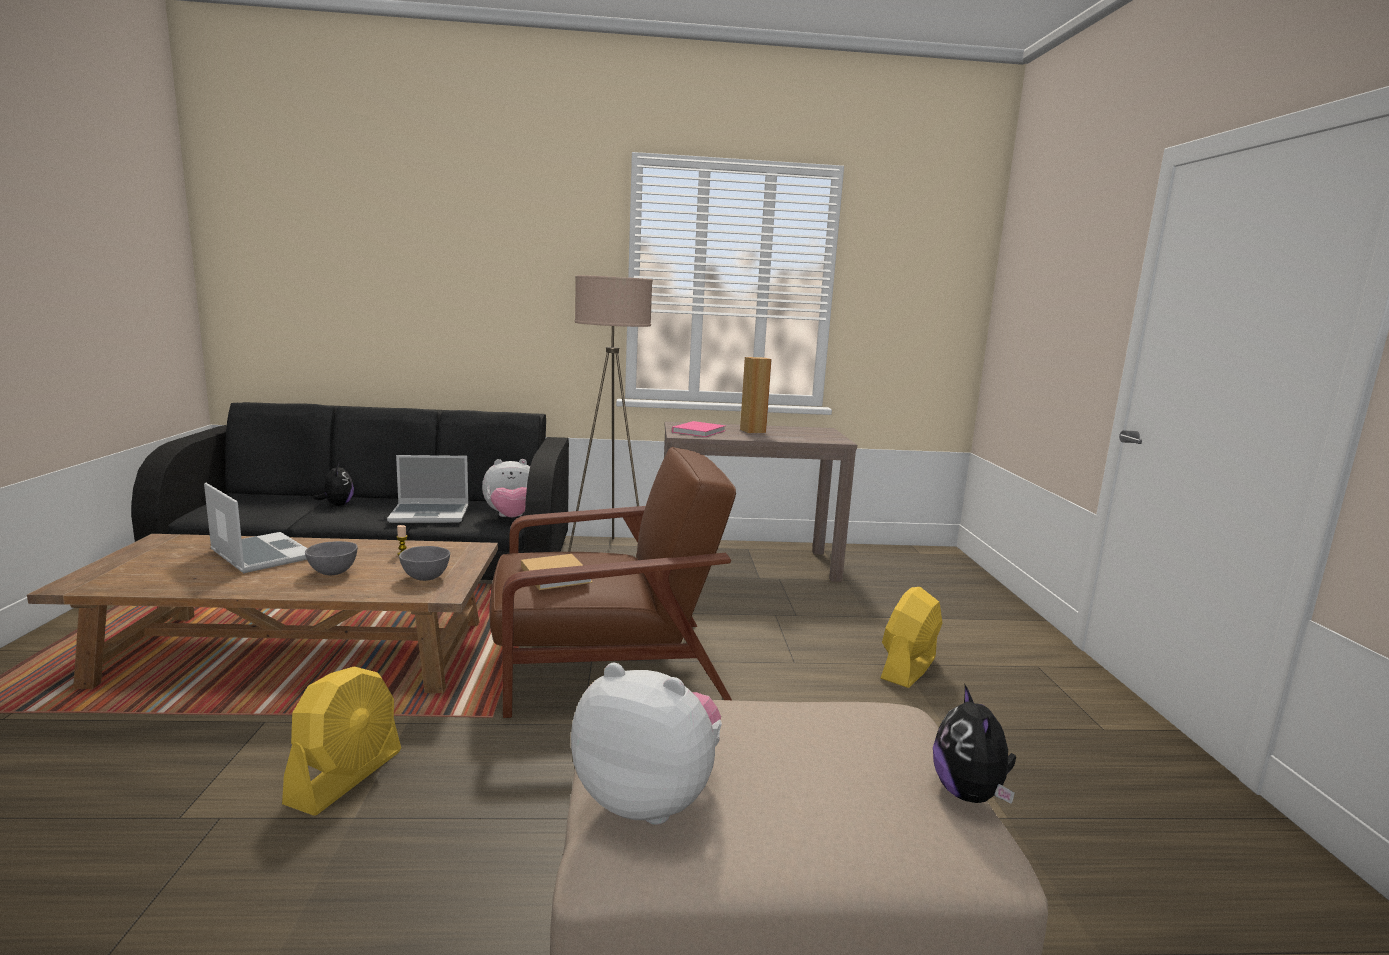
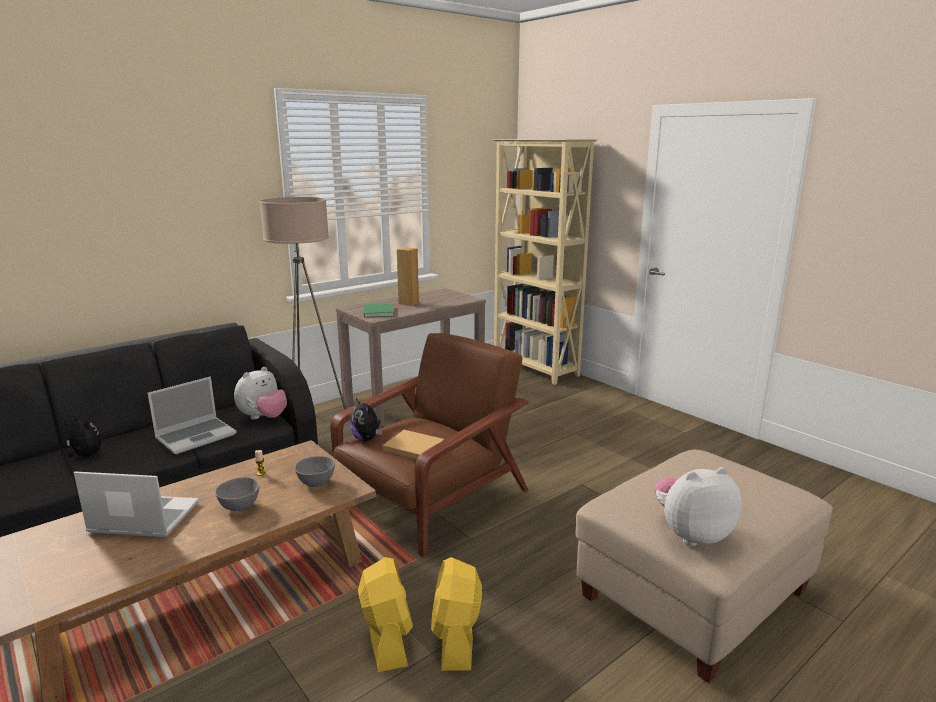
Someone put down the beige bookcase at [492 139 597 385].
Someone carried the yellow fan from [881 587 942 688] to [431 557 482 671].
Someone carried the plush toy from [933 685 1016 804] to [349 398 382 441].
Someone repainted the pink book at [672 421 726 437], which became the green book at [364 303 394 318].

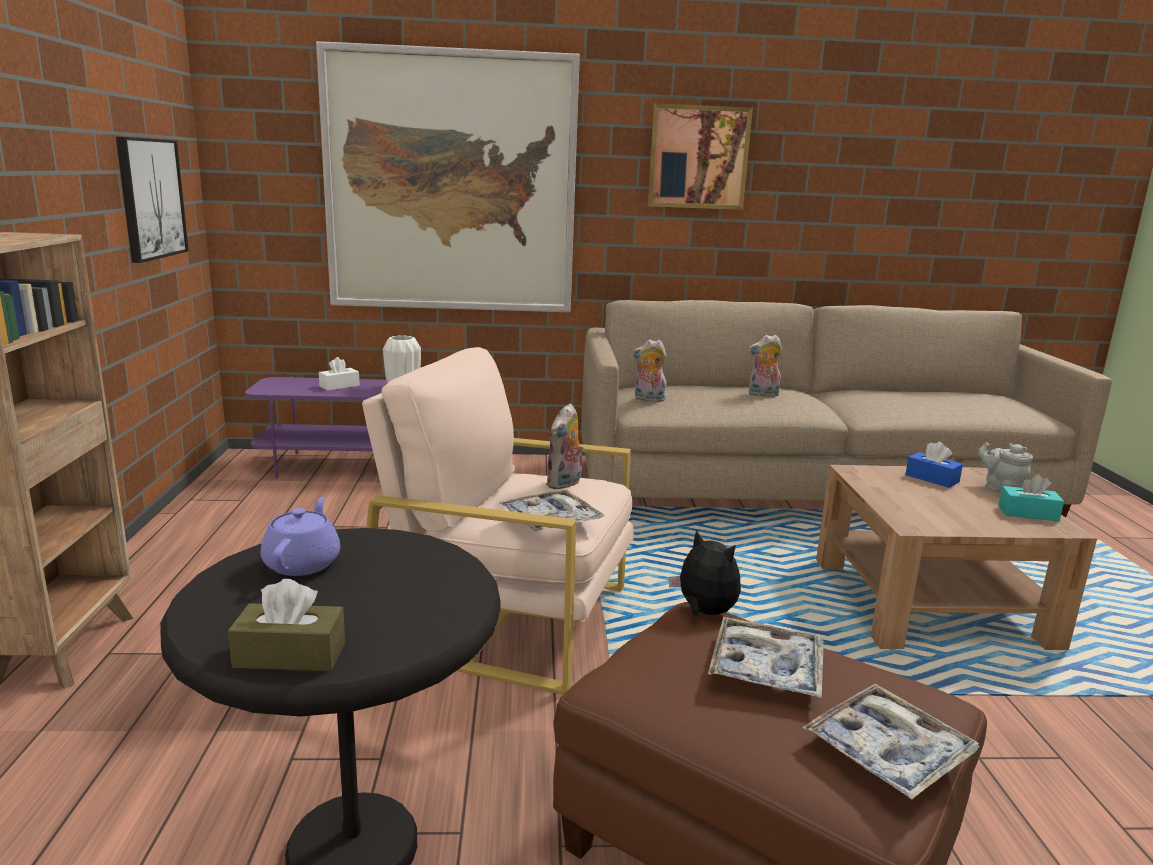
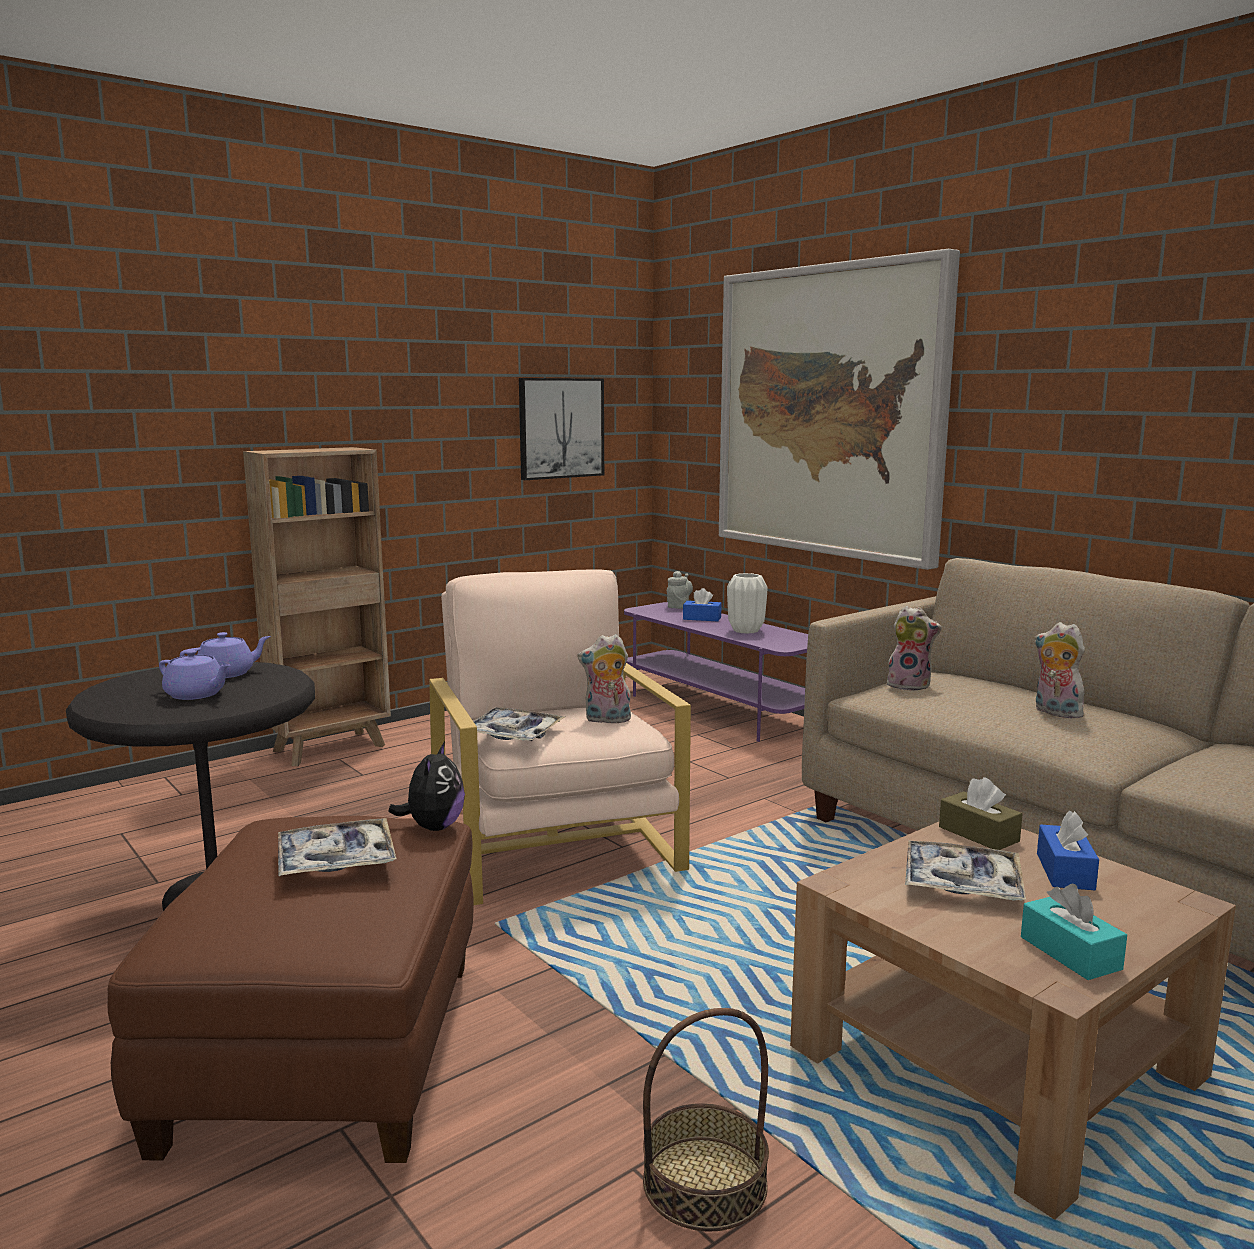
Someone took away the picture at [648 103 753 210].
Someone put down the purple teapot at [159 650 230 700].
Someone put down the basket at [643 1008 769 1231].
Someone carried the brown tissue box from [228 579 345 671] to [939 777 1022 850].
Someone carried the tray from [803 684 979 800] to [905 841 1026 901].
Someone carried the grey teapot from [978 442 1033 493] to [667 571 693 609].
Someone repainted the white tissue box at [319 357 360 391], which became the blue tissue box at [683 588 722 621].
Someone rotated the plush toy at [632 339 668 402] by 135 degrees clockwise.

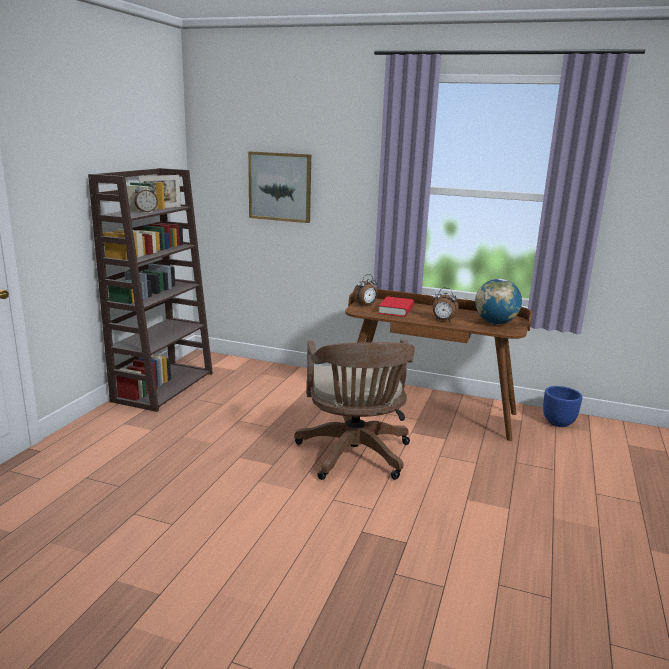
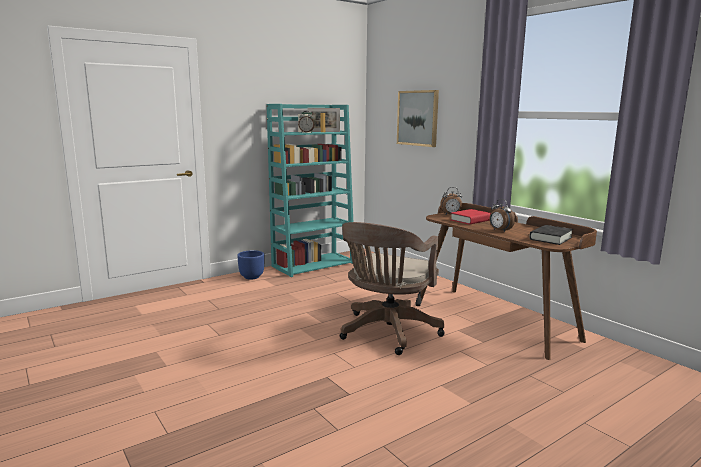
Someone carried the blue planter from [543 386 582 427] to [237 250 265 280].
Someone swapped the globe at [475 279 522 324] for the black book at [529 225 573 245].
Someone repainted the brown bookcase at [88 168 213 412], which became the turquoise bookcase at [267 104 353 277].

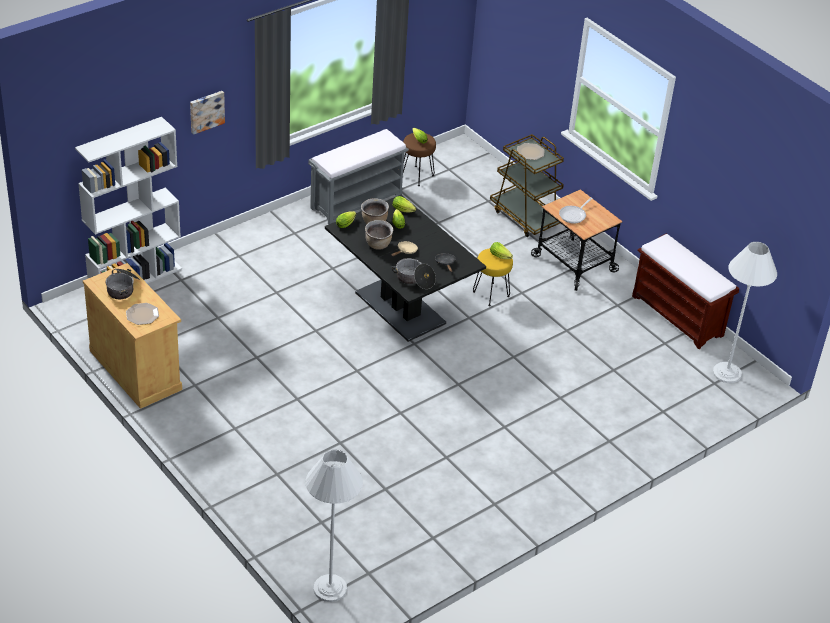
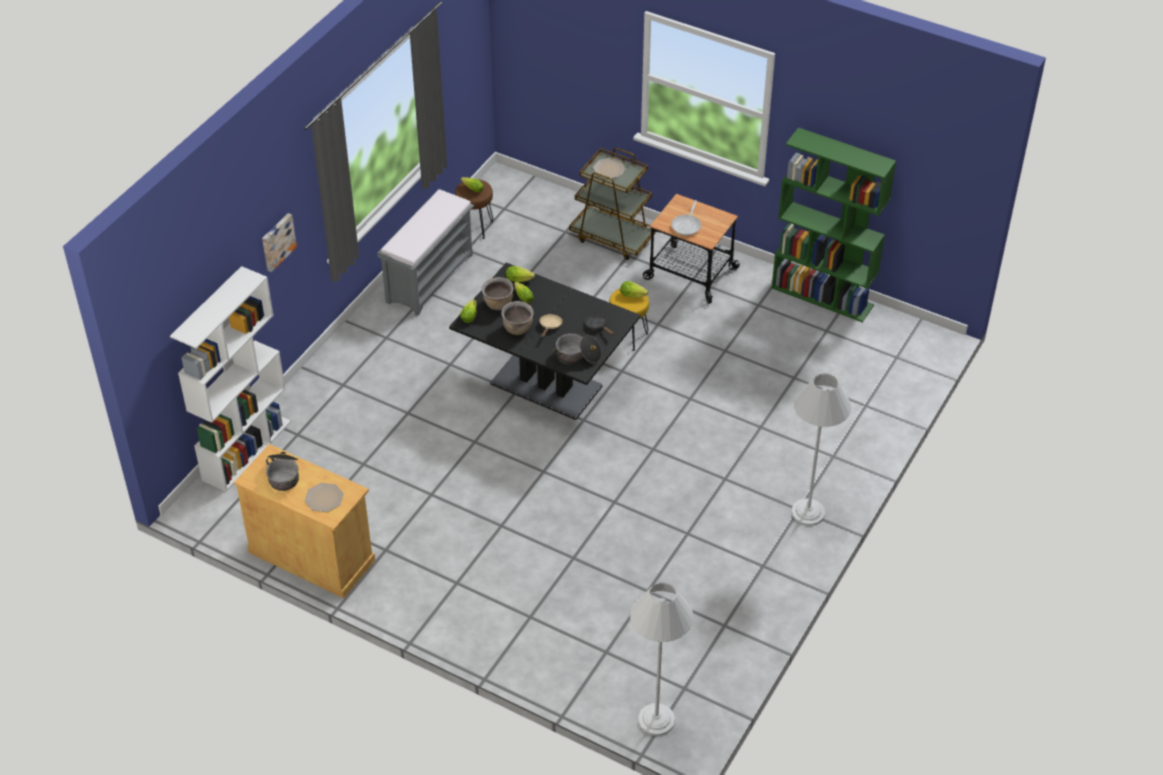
Someone carried the white floor lamp from [713 242 777 383] to [791 373 851 526].
Someone swapped the brown bench at [632 234 739 349] for the green bookcase at [771 127 896 322].

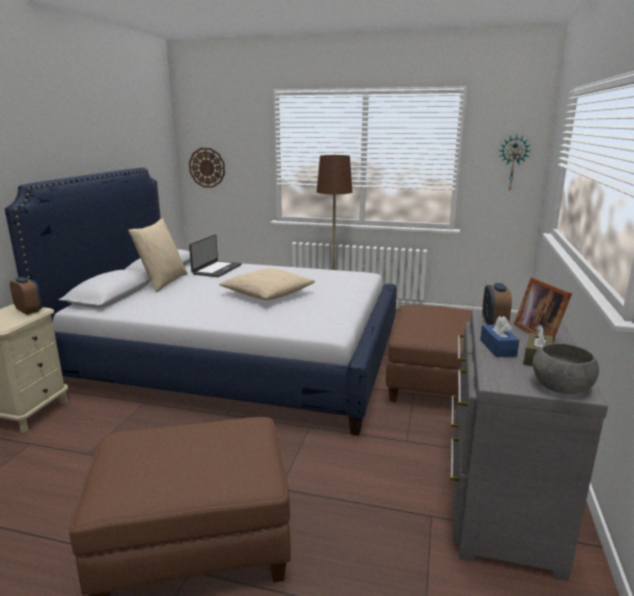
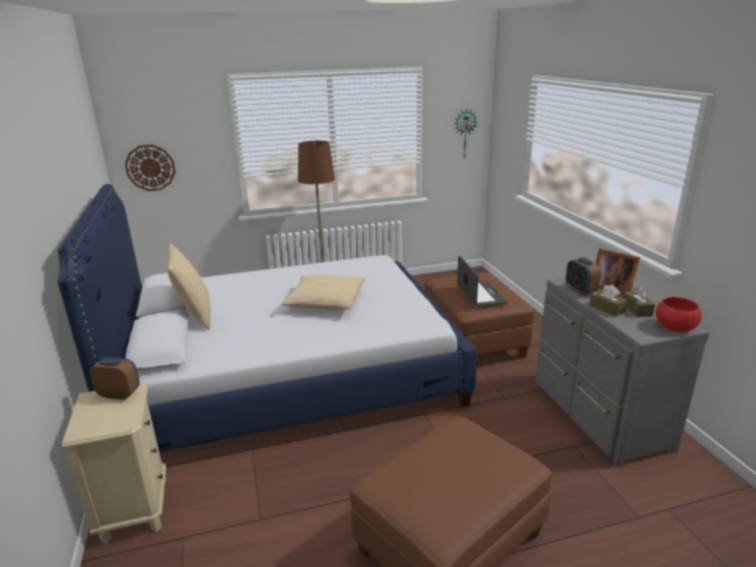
Someone carried the laptop from [189 234 242 277] to [457 256 507 307].
Someone repainted the blue tissue box at [480 316 519 357], which became the brown tissue box at [590 285 628 316].
Someone repainted the grey bowl at [532 343 599 394], which became the red bowl at [656 297 702 332].

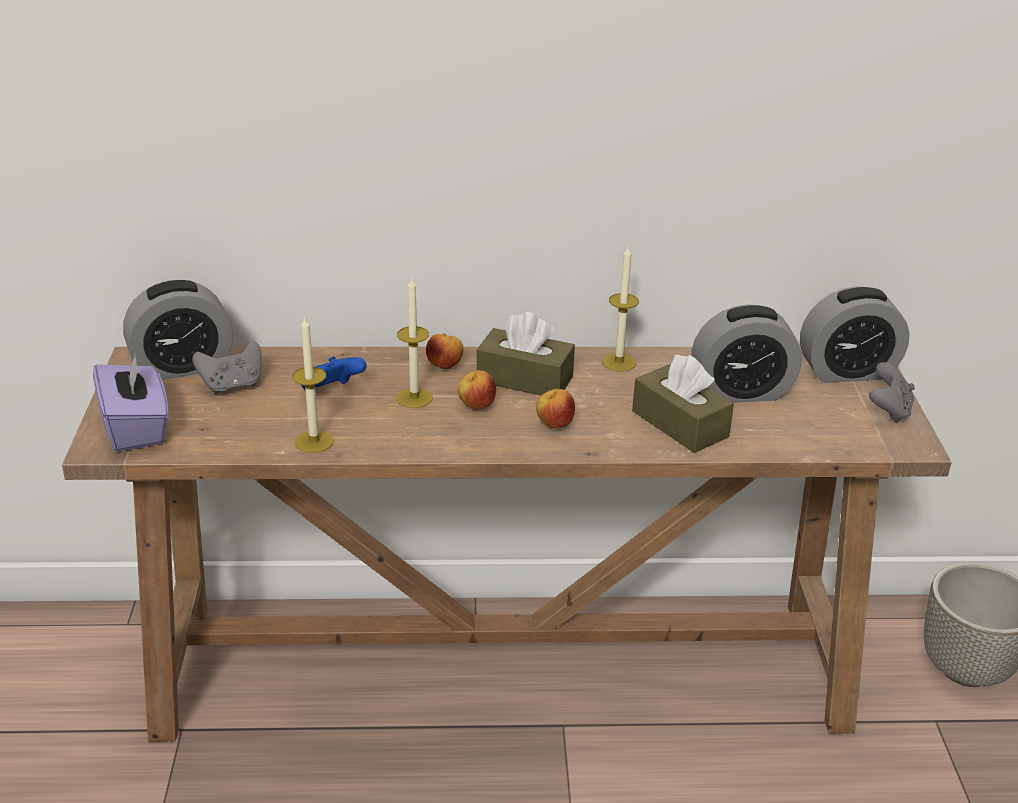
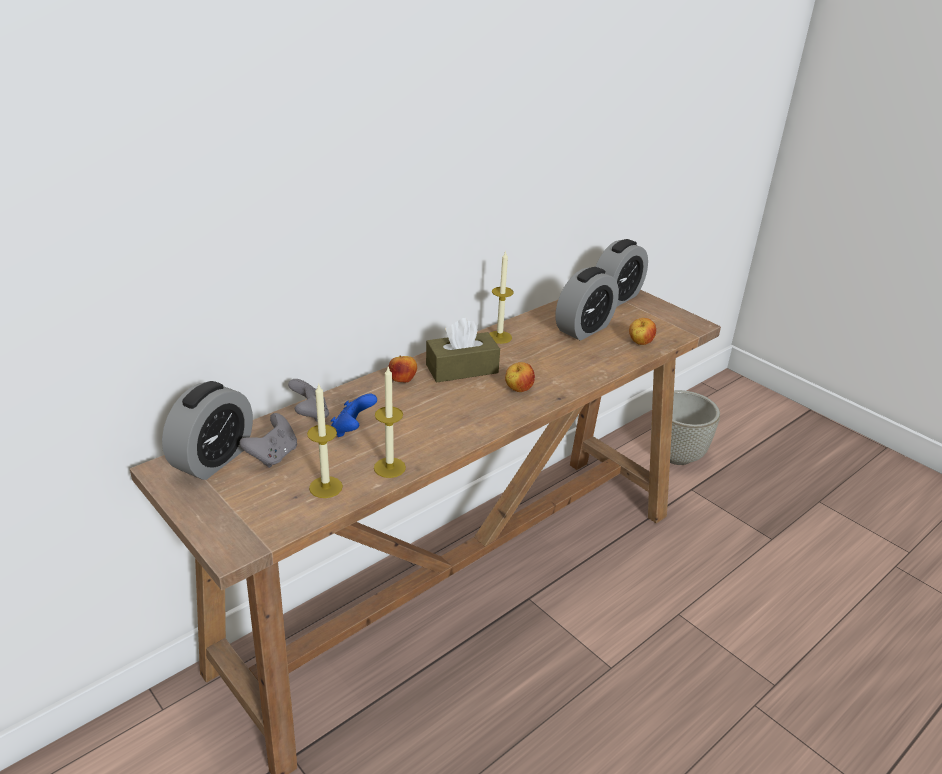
Someone took away the purple tissue box at [93 351 169 452].
Someone took away the brown tissue box at [632 355 734 453].
Someone carried the candle from [397 276 433 408] to [307 383 343 498].
Someone carried the apple from [457 370 496 410] to [629 318 656 345].
Someone carried the grey game controller from [869 362 915 423] to [288 379 329 422].

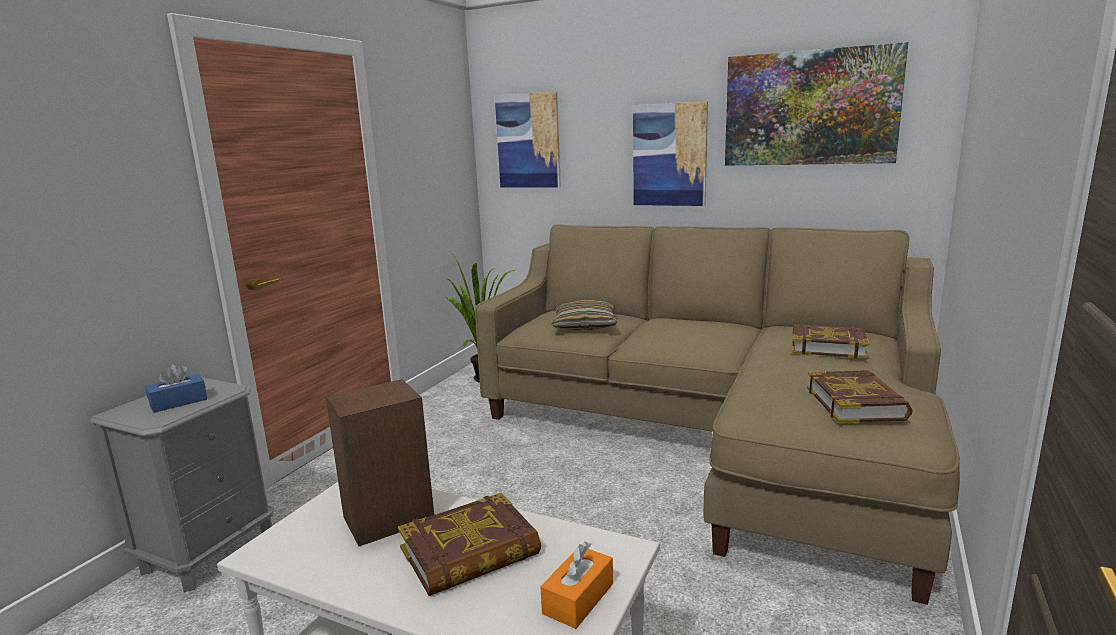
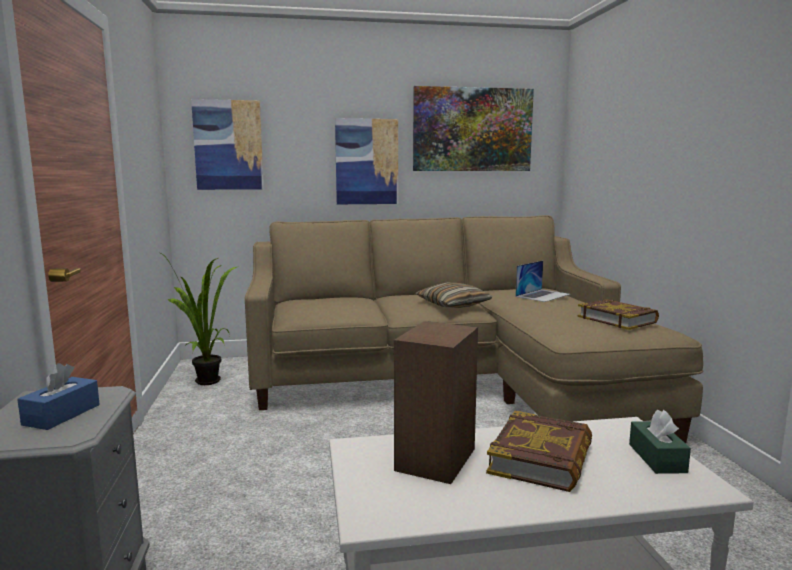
Someone carried the pillow from [552 300 618 330] to [415 283 493 308].
Someone swapped the book at [792 324 870 358] for the laptop at [515 261 571 302].
Someone repainted the orange tissue box at [540 541 613 629], which became the green tissue box at [629 410 691 474].

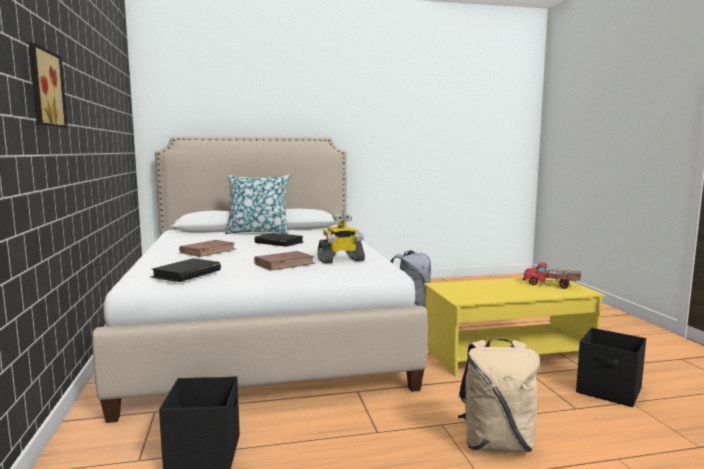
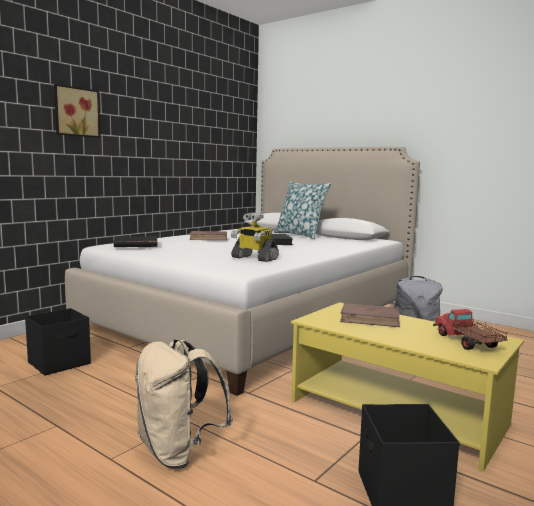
Someone carried the brown book from [254 251 315 271] to [340 303 400 327].

